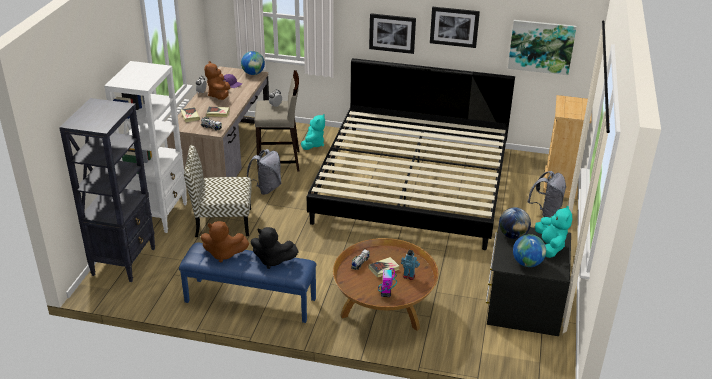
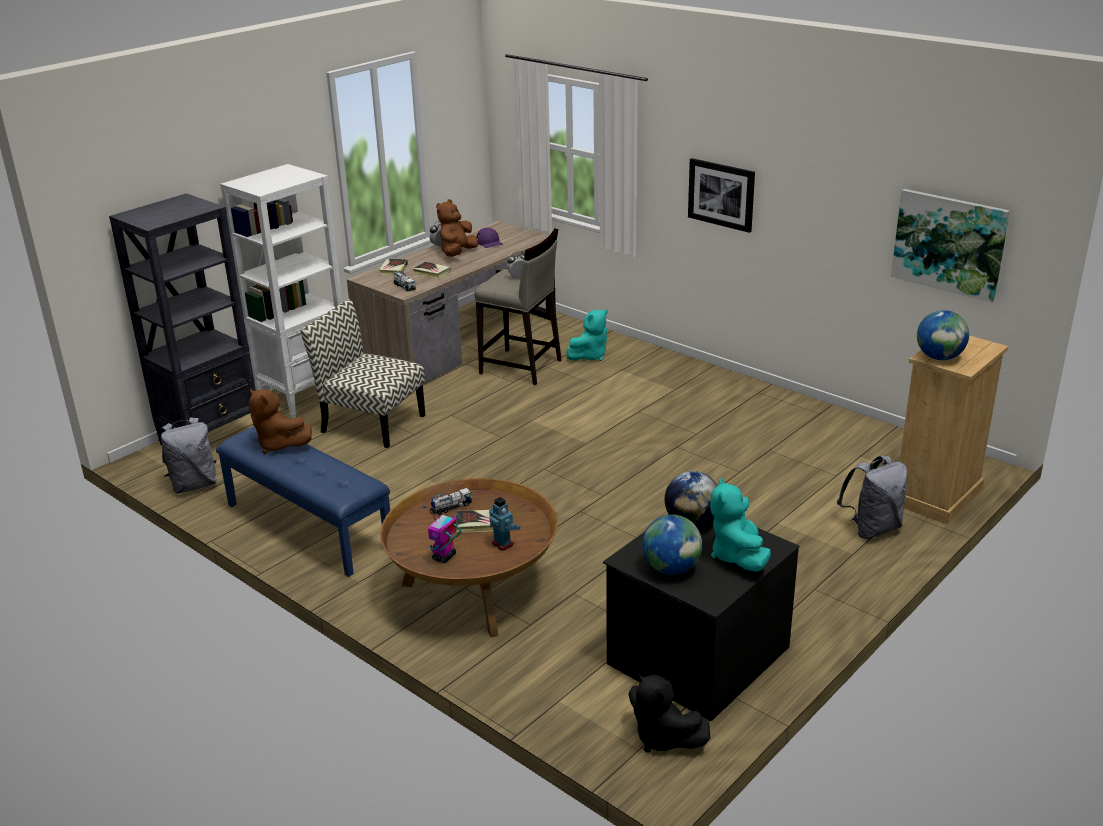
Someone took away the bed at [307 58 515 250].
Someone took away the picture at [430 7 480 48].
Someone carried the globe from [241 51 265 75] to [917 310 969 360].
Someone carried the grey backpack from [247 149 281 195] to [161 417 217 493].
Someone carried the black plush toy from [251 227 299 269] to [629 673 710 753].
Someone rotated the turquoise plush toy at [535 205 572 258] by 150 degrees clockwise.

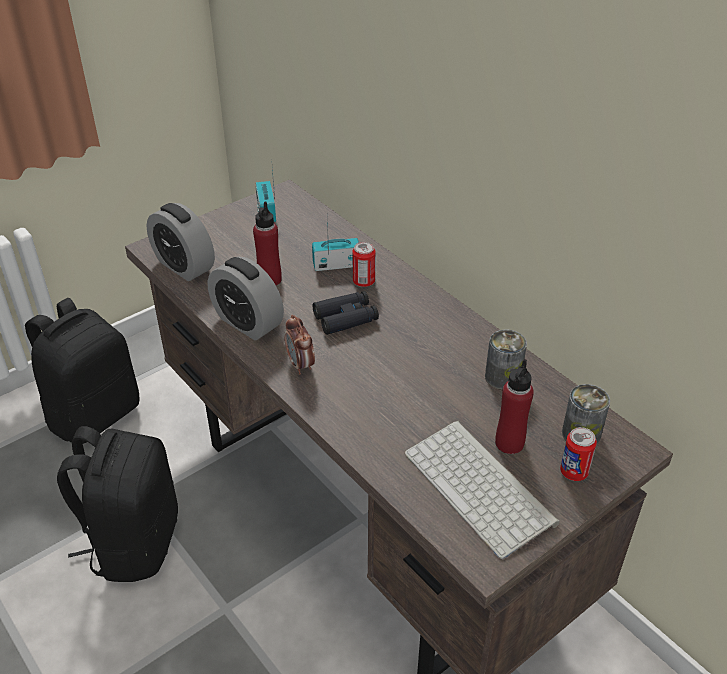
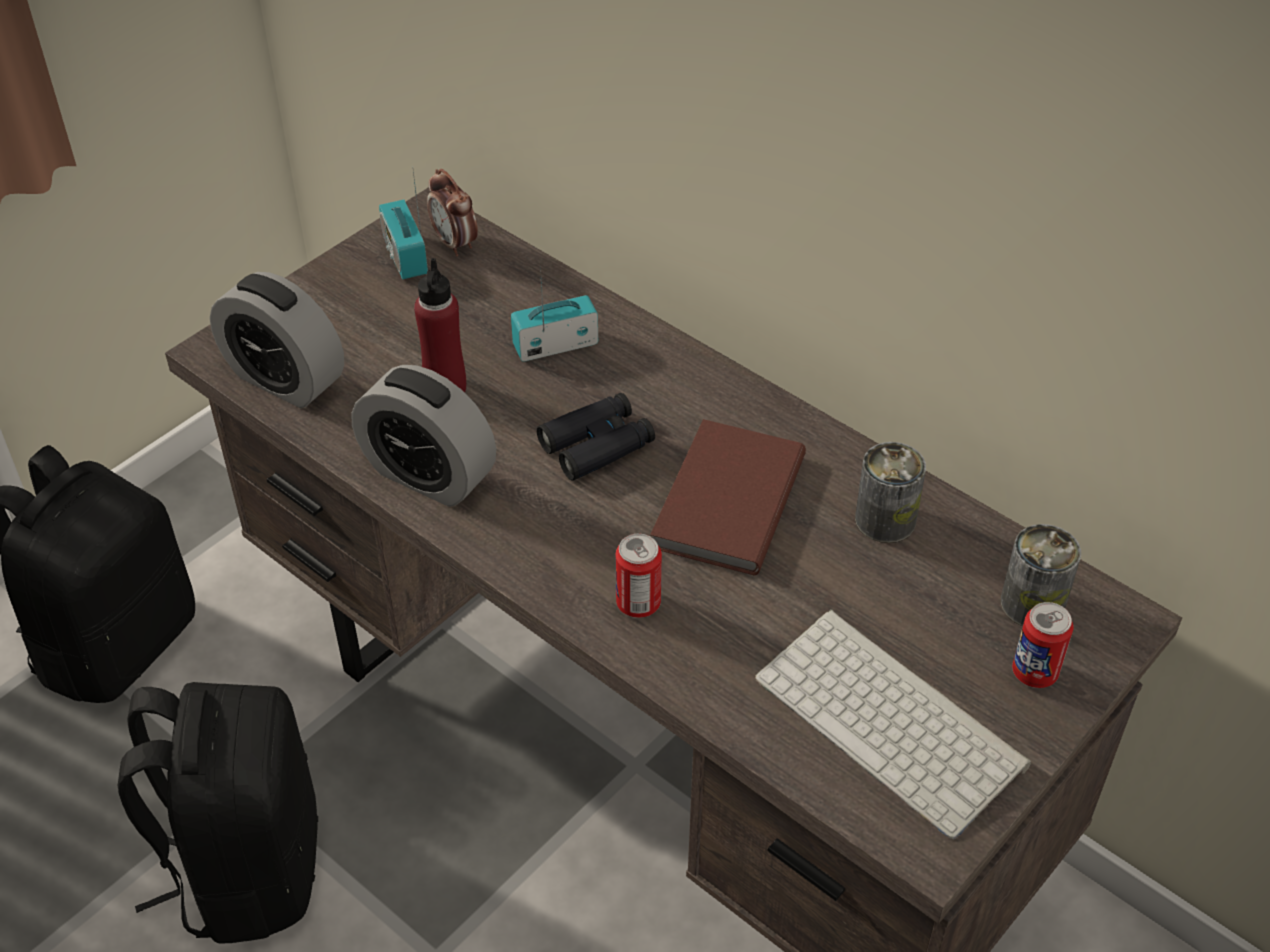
Someone took away the red bottle at [495 359 534 454].
Someone put down the brown book at [650 419 806 575].
Someone carried the alarm clock from [284 315 315 374] to [427 169 478 256].
Someone carried the can from [352 242 375 287] to [616 534 662 618].

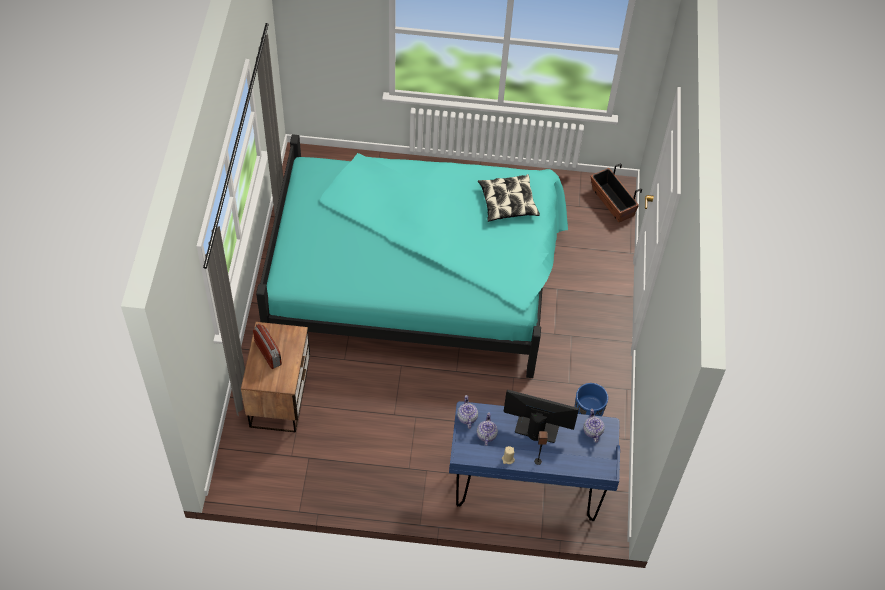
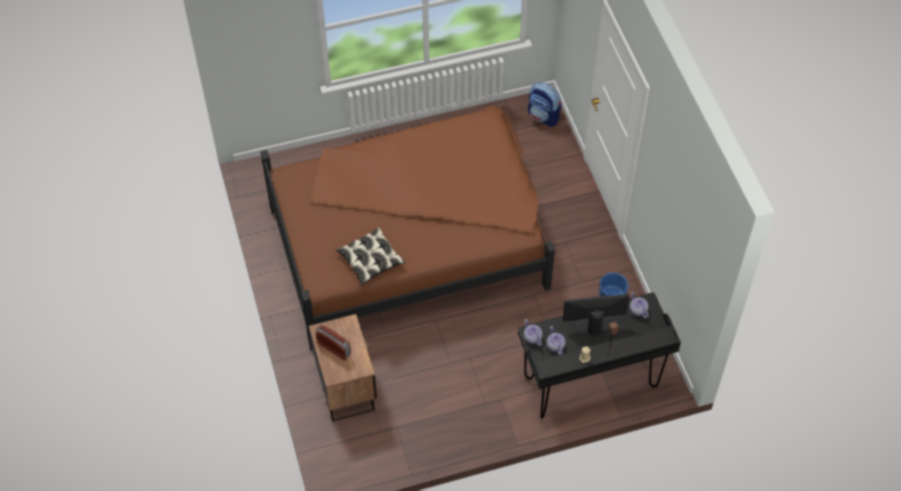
Someone carried the pillow from [478 174 540 222] to [336 227 405 285].
Someone swapped the planter at [590 163 642 222] for the backpack at [528 82 562 127].
Someone repainted the turquoise bed at [256 134 568 378], which became the brown bed at [260 105 555 351].
Someone repainted the blue desk at [449 401 620 521], which became the black desk at [518 293 681 418].

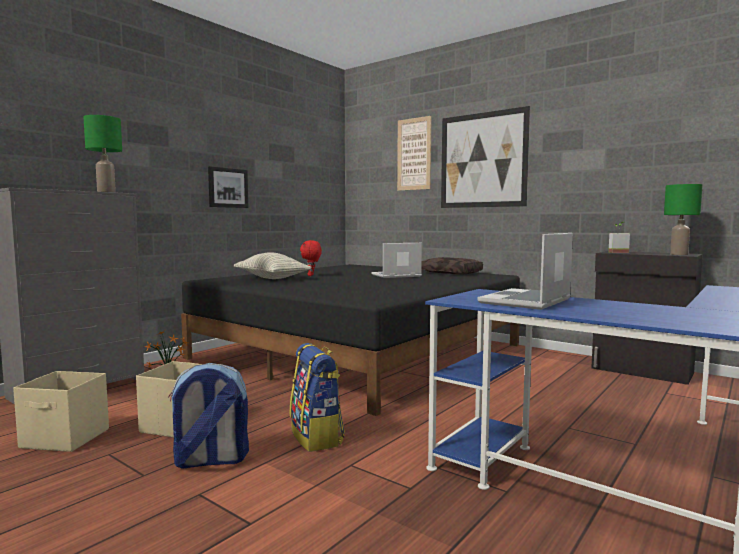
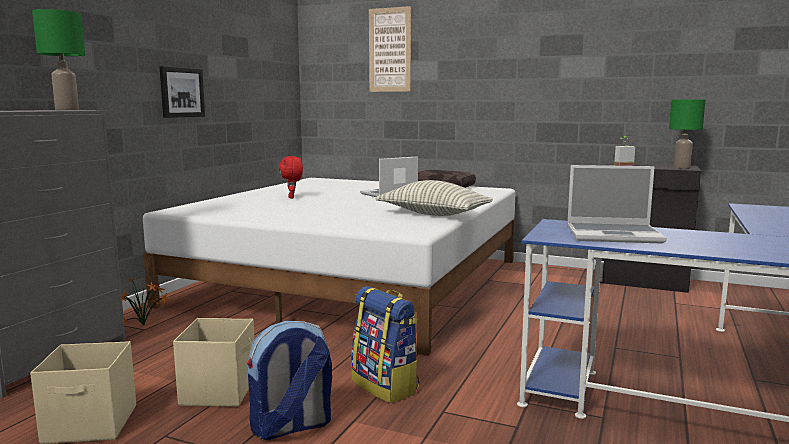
Someone took away the picture at [441 106 530 208].
Someone carried the pillow from [234 252 312 279] to [375 180 493 216].
Someone repainted the black bed at [181 264 520 416], which became the white bed at [143 178 516 356].
Someone rotated the laptop at [478 233 573 310] by 105 degrees counterclockwise.

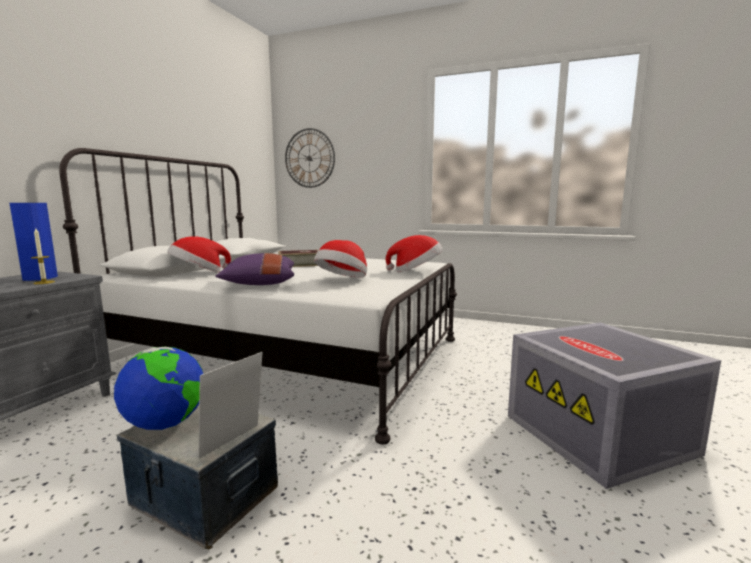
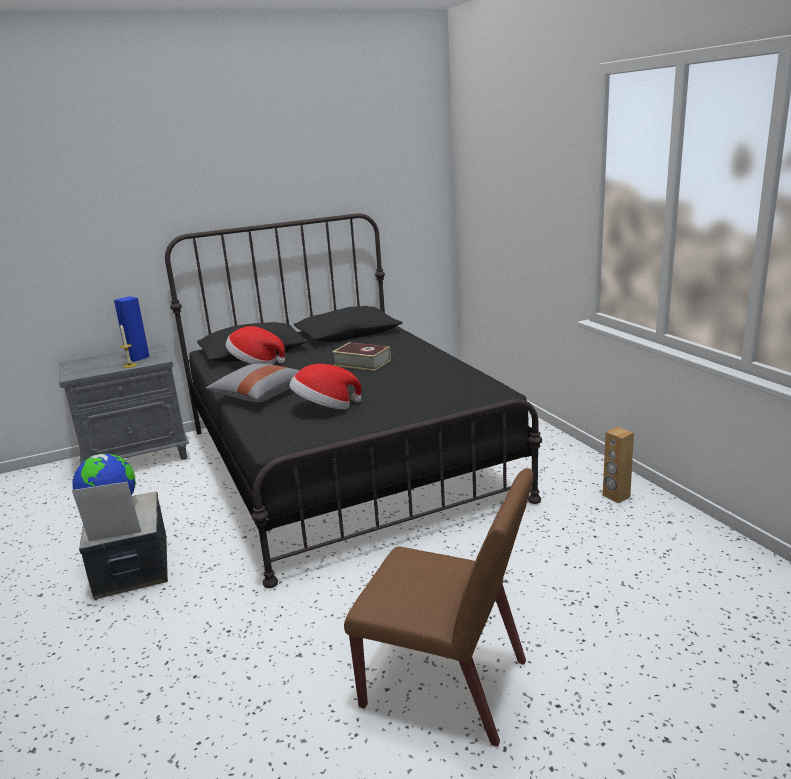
Someone took away the wall clock at [285 128 335 188].
Someone took away the hat at [386 235 443 272].
Someone put down the brown speaker at [603 427 634 503].
Someone swapped the grey storage box at [508 322 721 489] for the brown chair at [344 468 533 747].
Someone repainted the white bed at [59 148 457 444], which became the black bed at [165 213 542 588].
Someone repainted the purple pillow at [215 253 294 285], which became the grey pillow at [206 364 299 402].

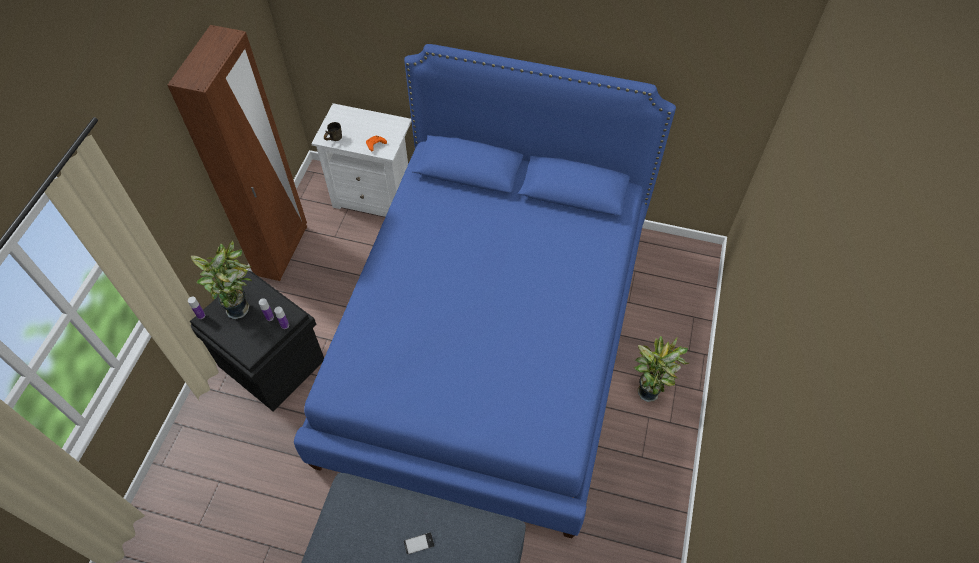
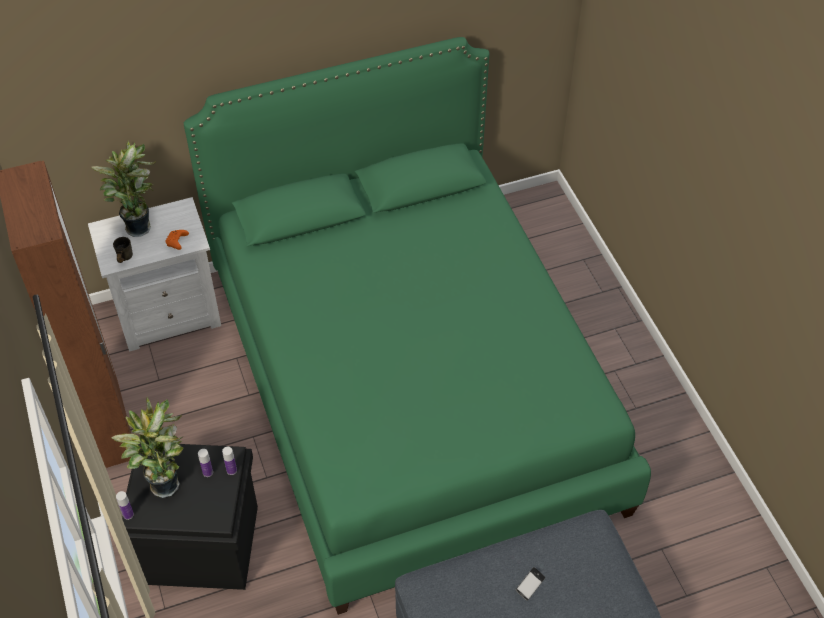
Someone carried the potted plant from [634 336 689 402] to [91 141 156 237].
Someone repainted the blue bed at [294 44 676 538], which became the green bed at [184 37 651 615].

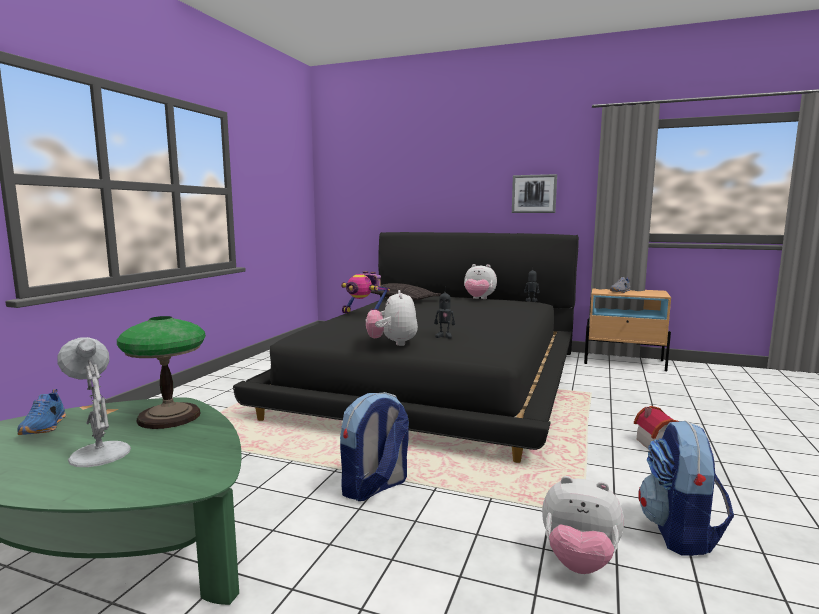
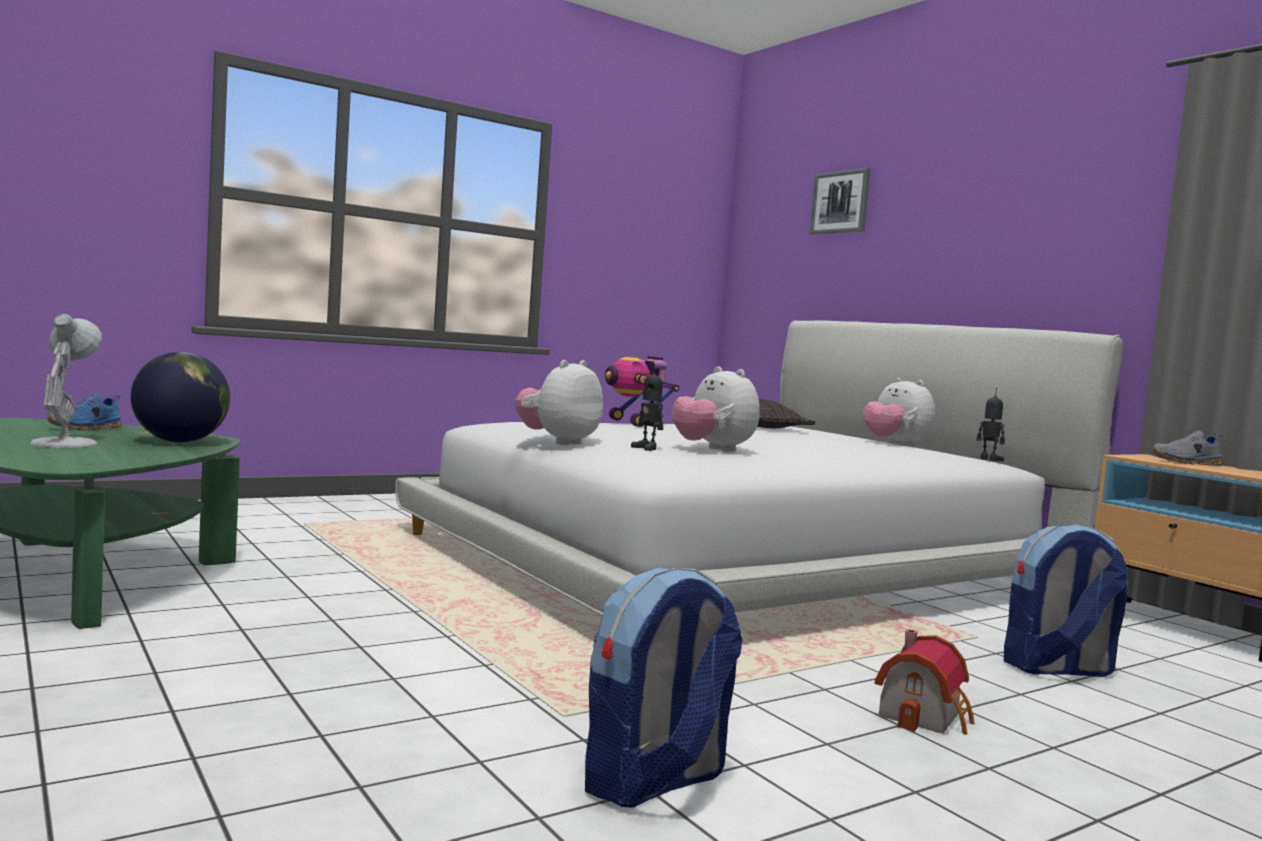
Someone carried the backpack from [340 392 409 501] to [1004 524 1128 677].
Someone carried the picture from [512 174 557 213] to [810 168 870 235].
Someone carried the plush toy from [542 476 624 574] to [672 366 760 452].
Someone swapped the table lamp at [117 316 206 429] for the globe at [131 352 230 443].
Someone repainted the black bed at [233 232 579 463], which became the white bed at [396 320 1123 616].

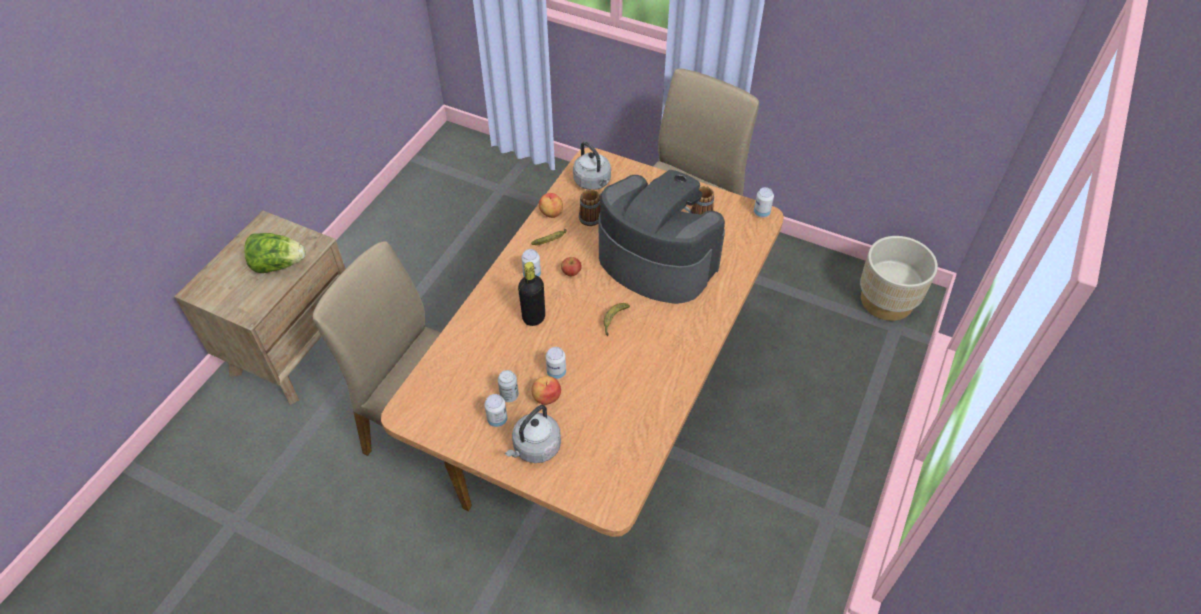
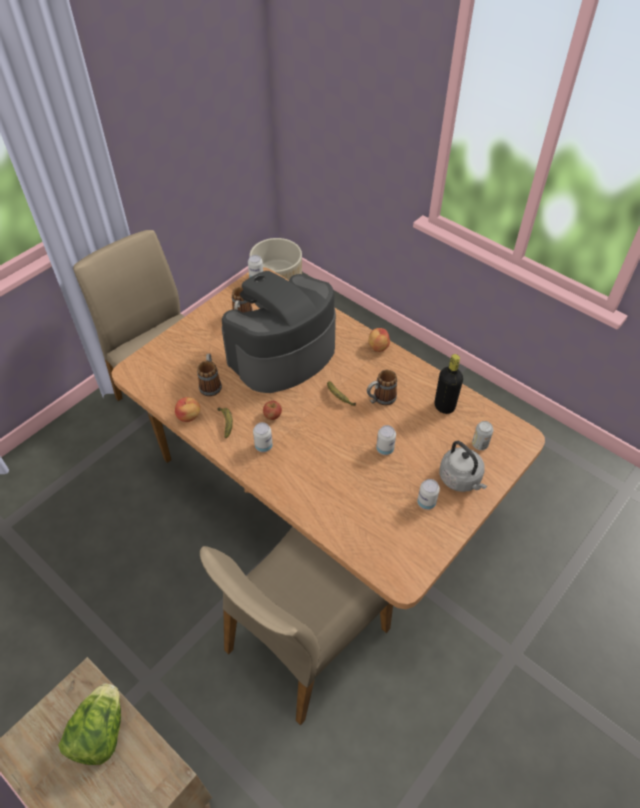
Someone took away the grey kettle at [573 142 611 190].
Someone put down the mug at [367 369 397 405].
Someone carried the can from [498 370 519 402] to [472 421 493 450].
Someone carried the black bottle from [518 262 545 326] to [434 354 463 414].
Someone carried the apple from [531 376 561 405] to [368 328 390 352].

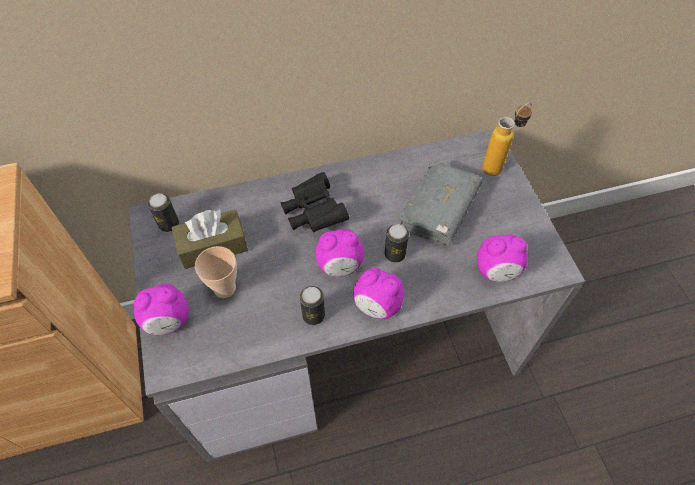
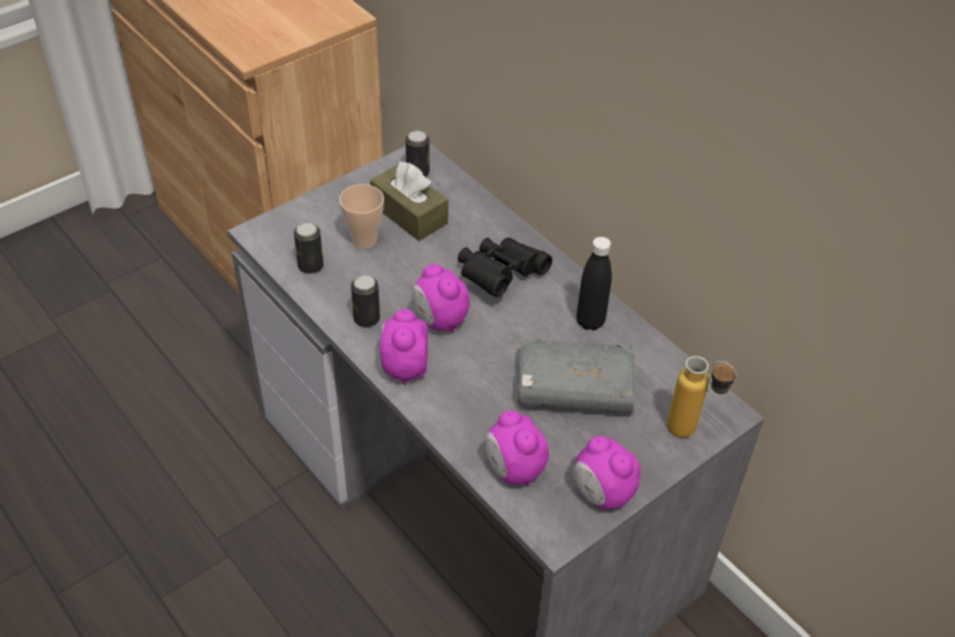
Someone put down the black bottle at [577 237 612 330].
Someone carried the alarm clock from [134 284 189 335] to [573 436 640 510].
Someone carried the can from [385 224 409 263] to [294 222 324 274].

